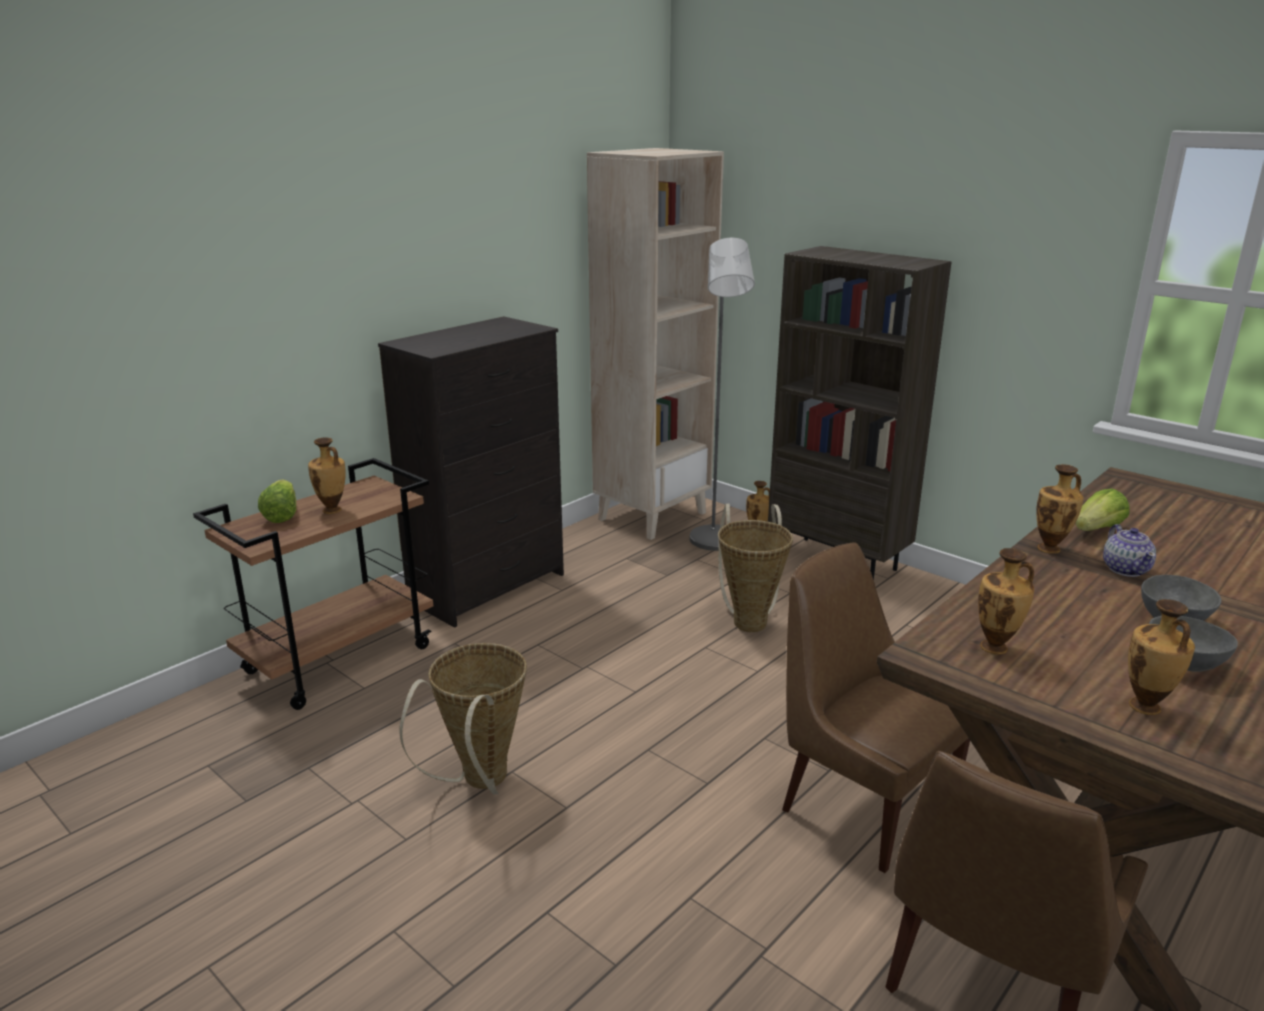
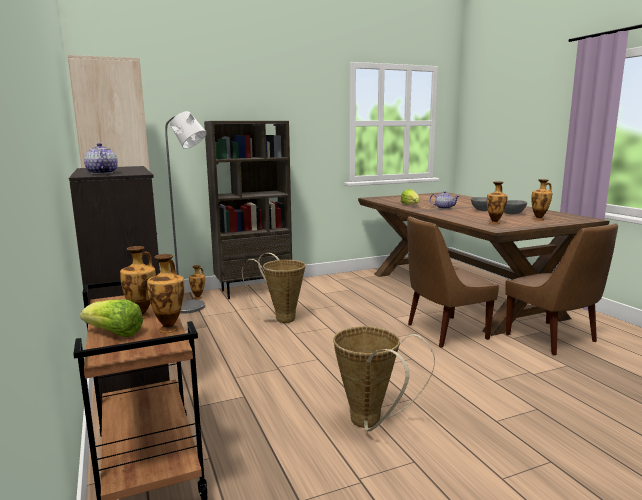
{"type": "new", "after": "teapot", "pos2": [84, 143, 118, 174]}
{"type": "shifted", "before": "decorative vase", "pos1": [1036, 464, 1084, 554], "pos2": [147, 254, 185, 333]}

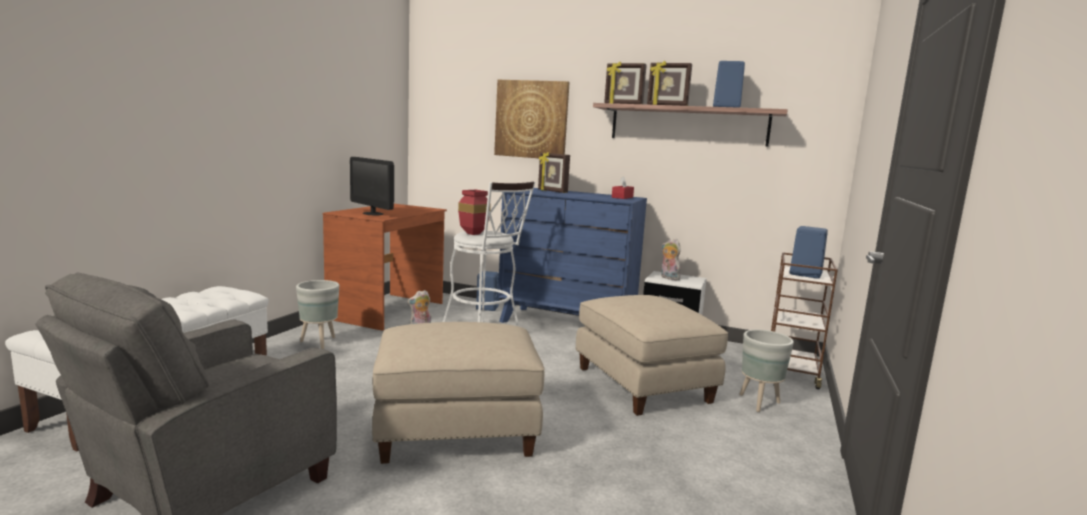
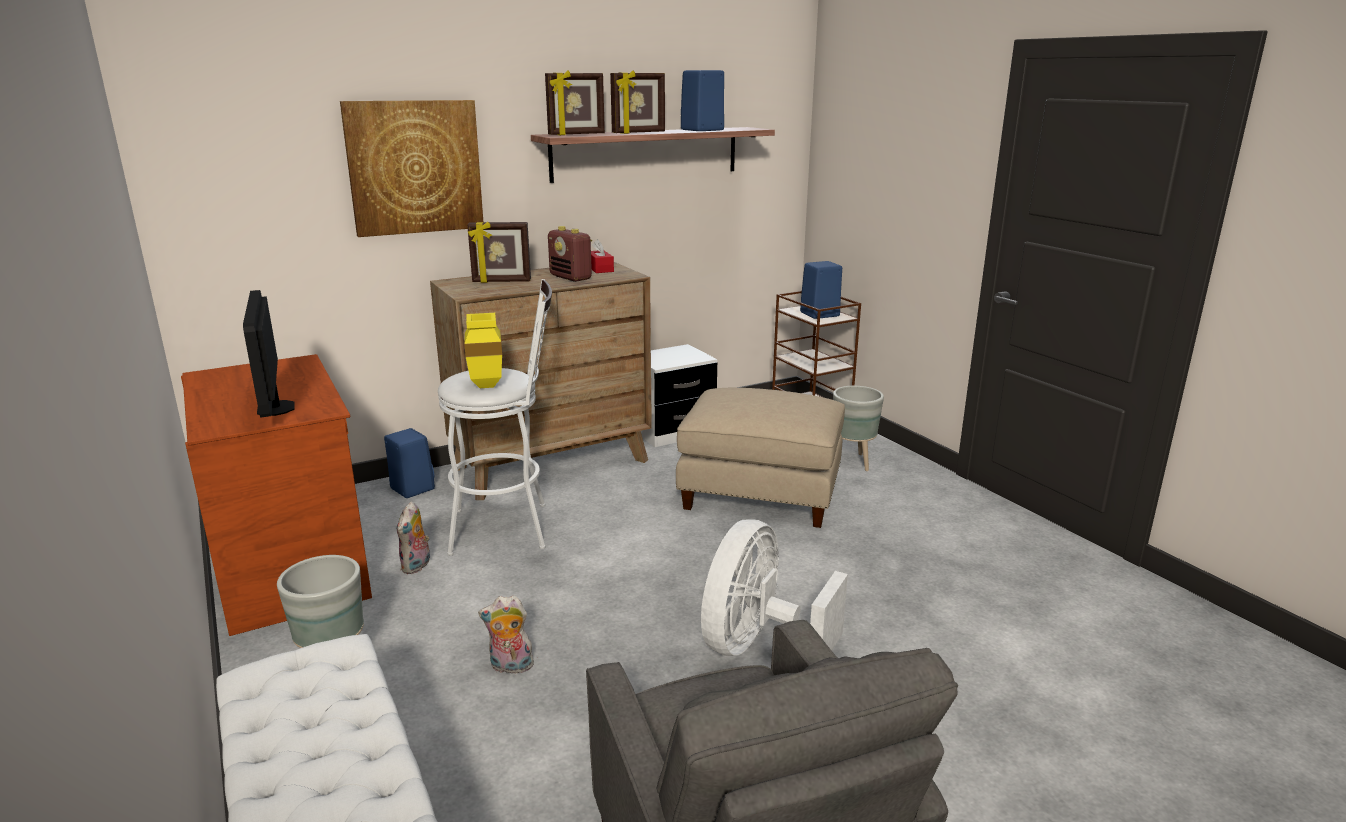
{"type": "new", "after": "radio", "pos2": [548, 226, 592, 282]}
{"type": "shifted", "before": "soft toy", "pos1": [661, 238, 681, 280], "pos2": [478, 595, 536, 674]}
{"type": "swapped", "before": "pouffe/beige-coloured", "after": "cooling fan/whitish", "pos1": [372, 322, 545, 464], "pos2": [701, 519, 848, 656]}
{"type": "repainted", "before": "decorative vase/red", "after": "decorative vase/yellowish", "pos1": [458, 190, 491, 235], "pos2": [464, 313, 502, 388]}
{"type": "repainted", "before": "chest of drawers/bluish", "after": "chest of drawers/brown", "pos1": [498, 188, 647, 323], "pos2": [430, 262, 652, 500]}
{"type": "rotated", "before": "computer display", "pos1": [350, 157, 394, 215], "pos2": [243, 290, 294, 418], "turn": 75}

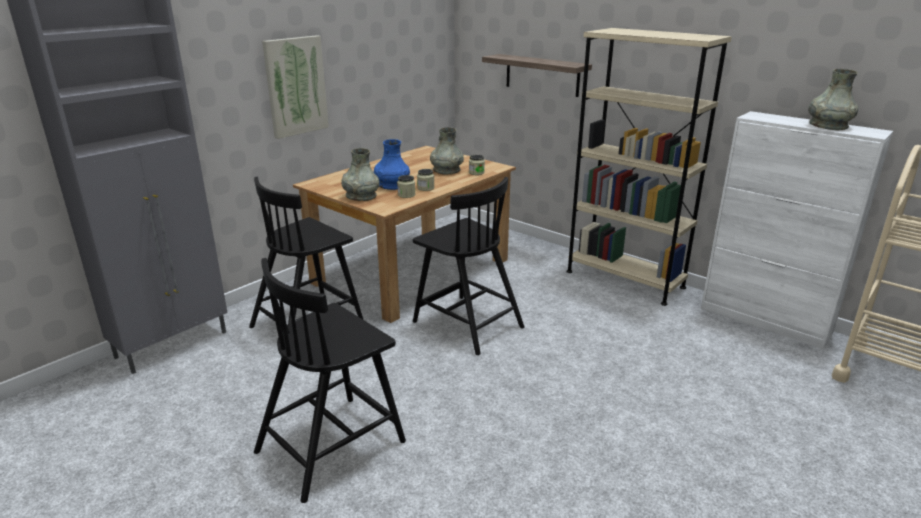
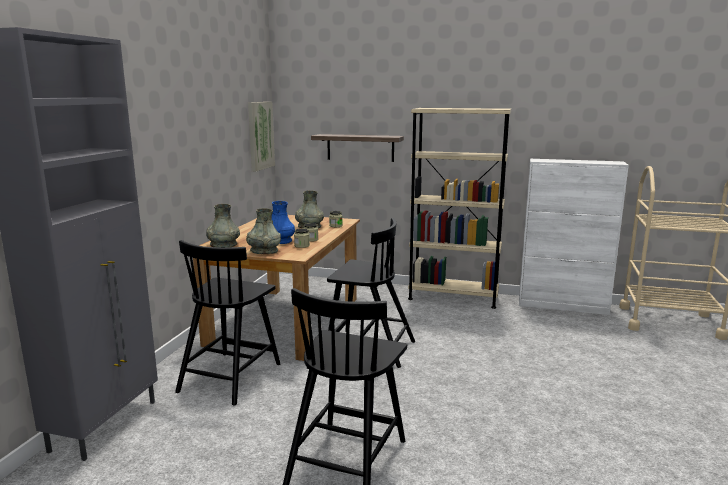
{"type": "shifted", "before": "wall art", "pos1": [262, 35, 329, 139], "pos2": [248, 102, 275, 172]}
{"type": "shifted", "before": "decorative vase/gray", "pos1": [808, 69, 858, 130], "pos2": [206, 204, 240, 248]}

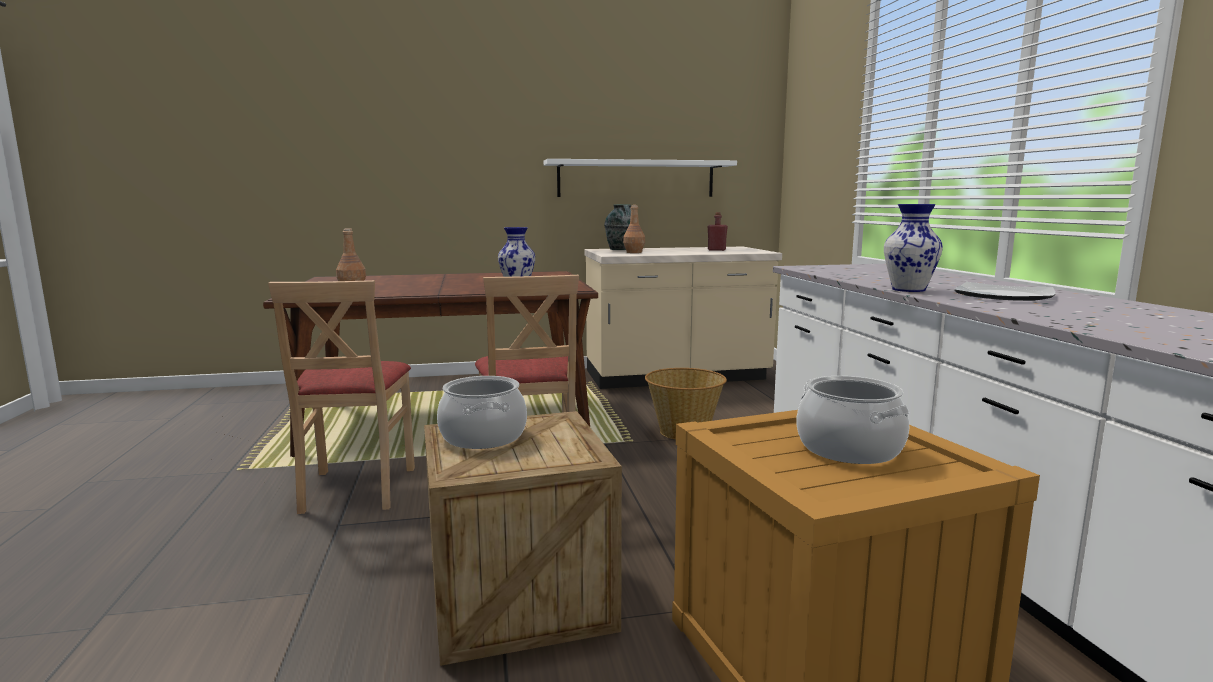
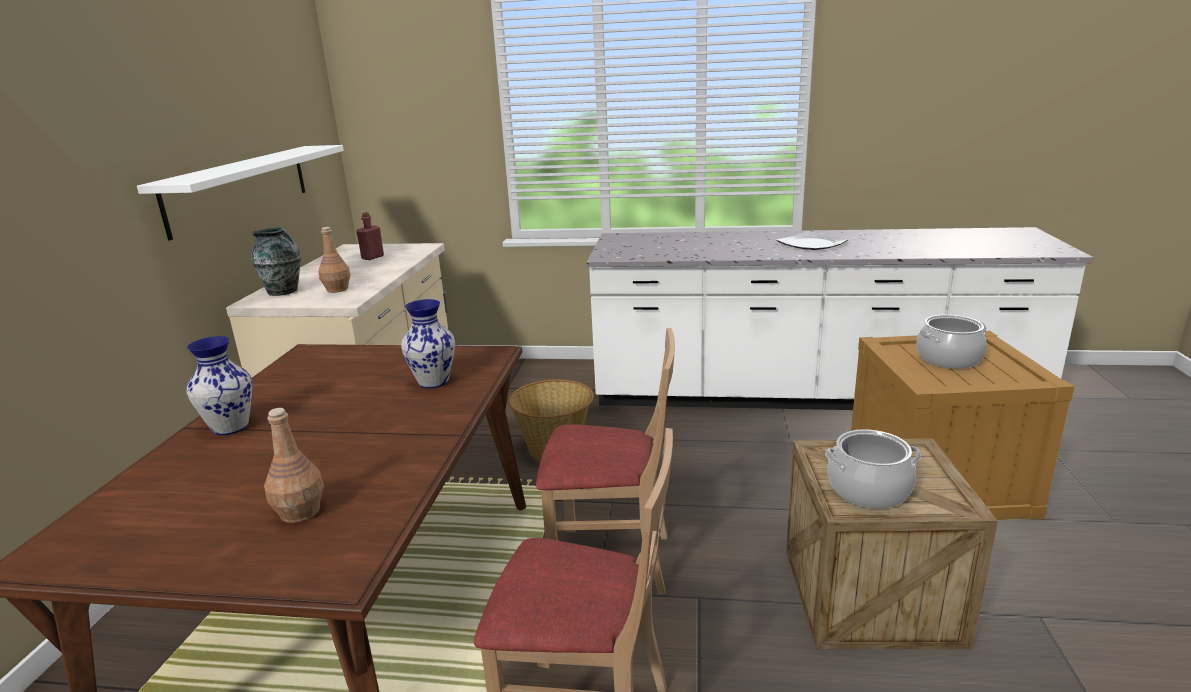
{"type": "shifted", "before": "decorative vase", "pos1": [884, 204, 943, 292], "pos2": [187, 336, 252, 435]}

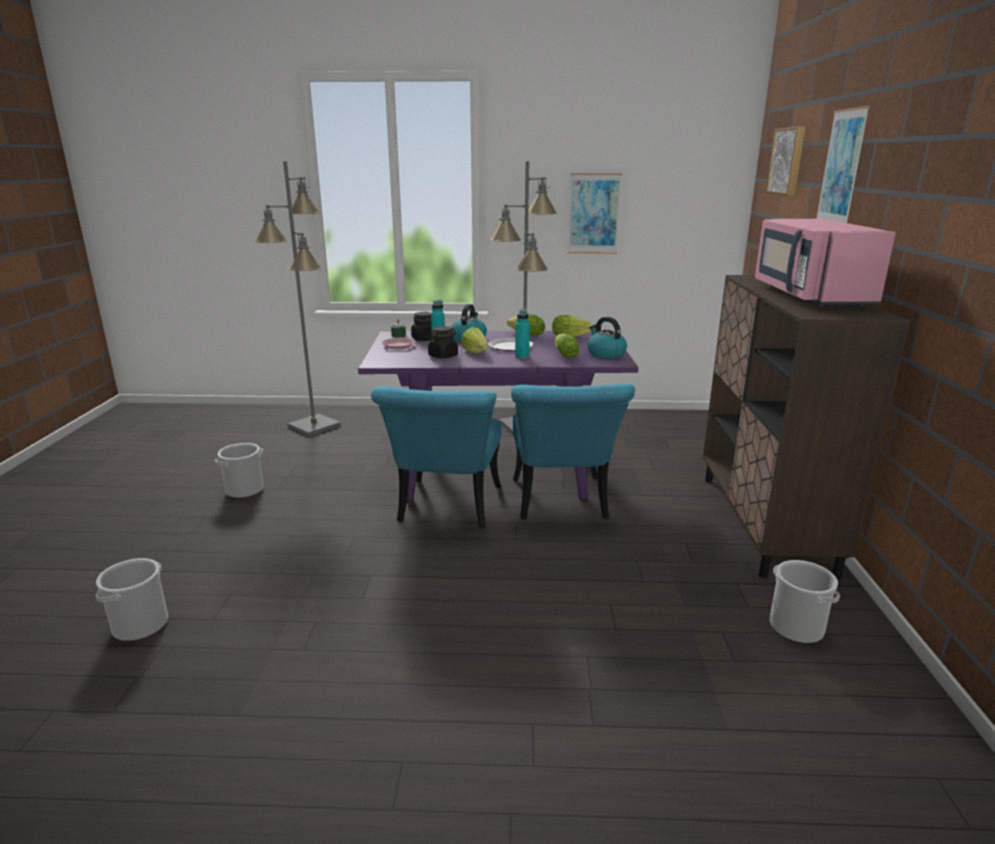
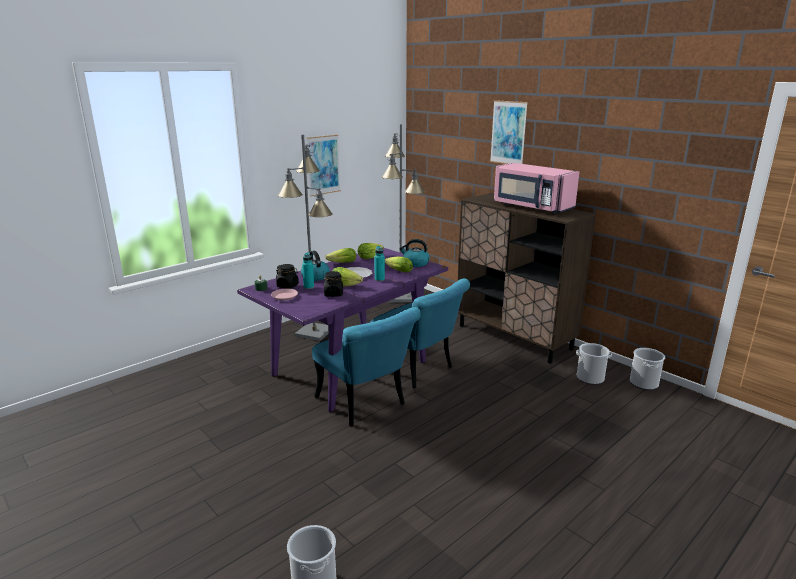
{"type": "gone", "before": "wall art", "pos1": [766, 126, 806, 196]}
{"type": "shifted", "before": "water bucket", "pos1": [215, 443, 264, 498], "pos2": [630, 348, 665, 390]}
{"type": "shifted", "before": "floor lamp/gray", "pos1": [255, 161, 341, 437], "pos2": [382, 124, 425, 303]}

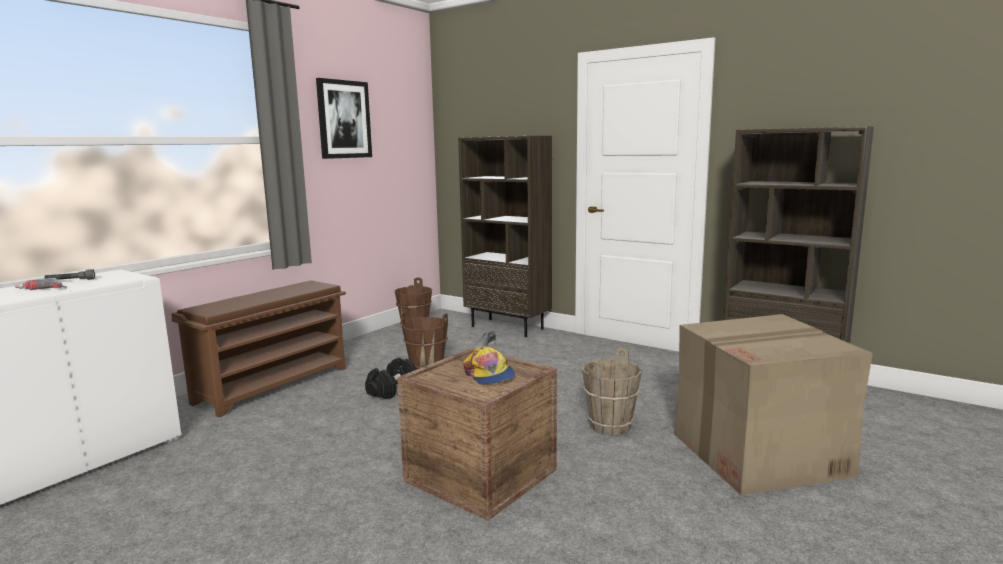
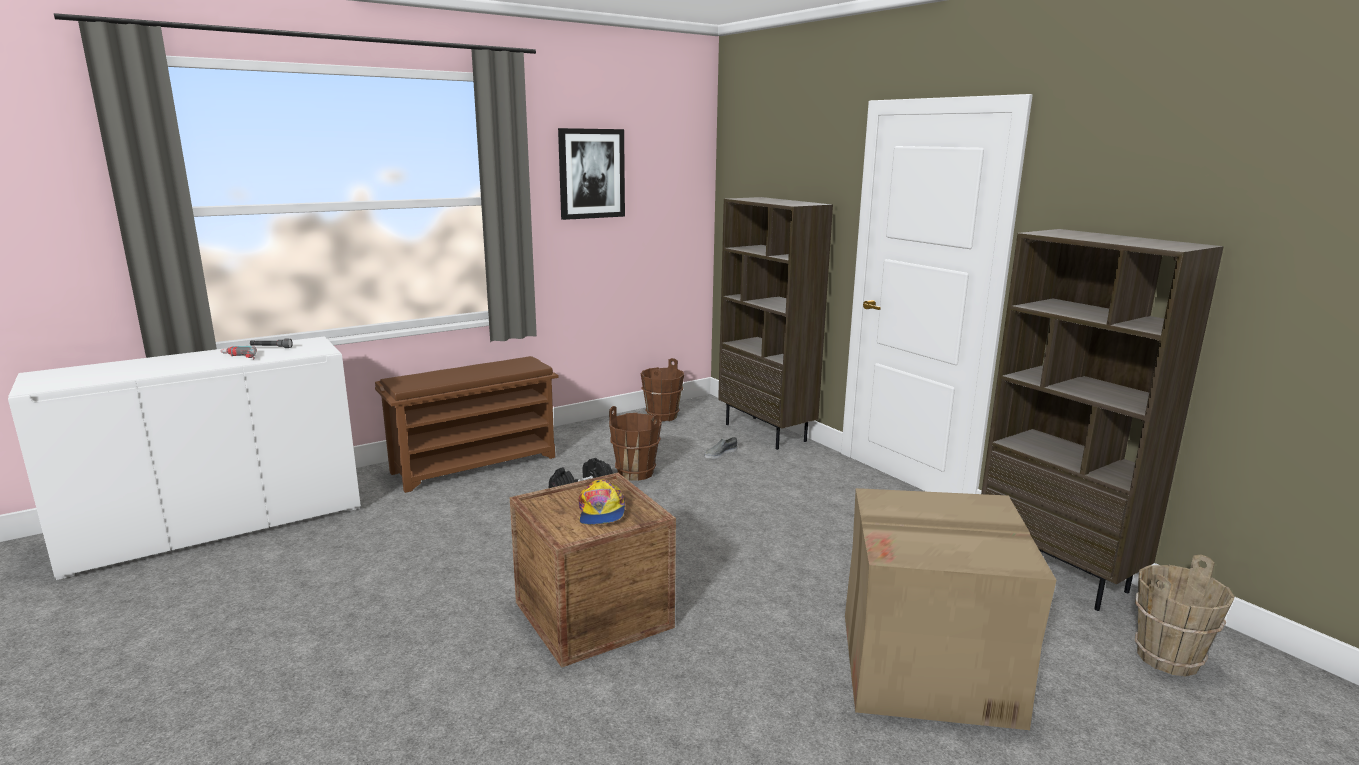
{"type": "shifted", "before": "water bucket/brown", "pos1": [582, 347, 642, 435], "pos2": [1135, 555, 1235, 676]}

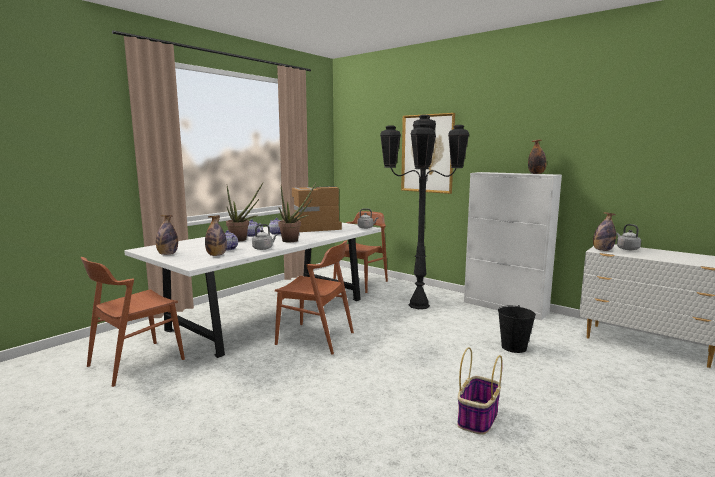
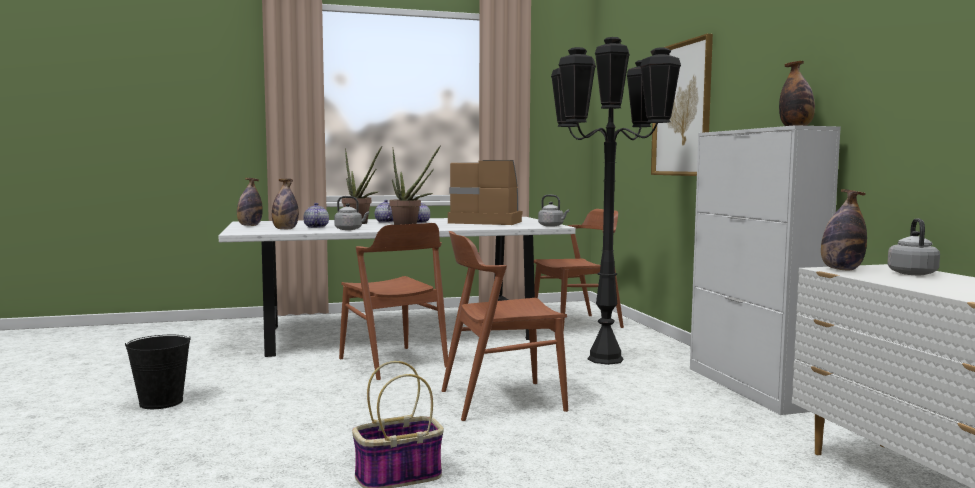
{"type": "shifted", "before": "plain chair/brown", "pos1": [81, 257, 185, 387], "pos2": [442, 231, 568, 421]}
{"type": "shifted", "before": "water bucket/black-coloured", "pos1": [498, 305, 536, 353], "pos2": [125, 335, 191, 409]}

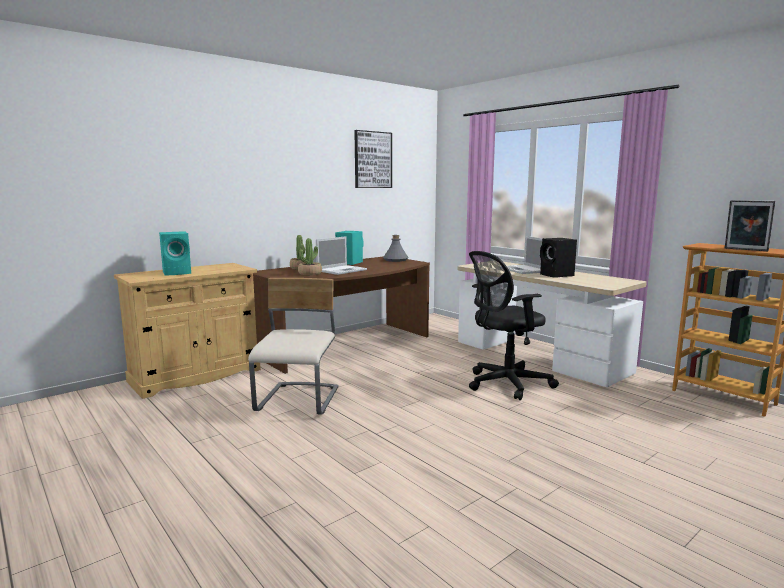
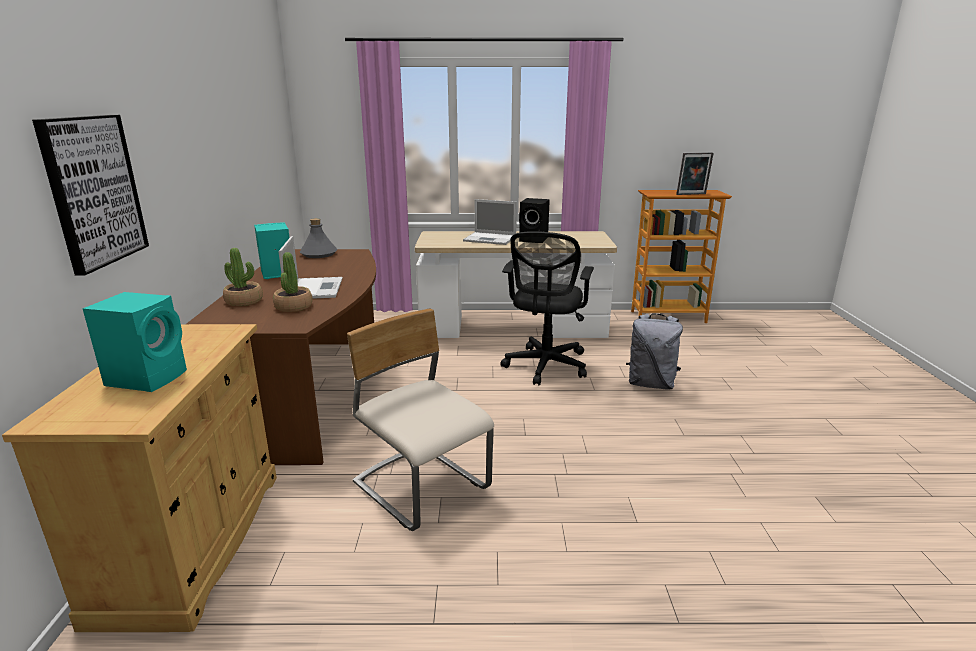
{"type": "new", "after": "rucksack/gray", "pos2": [626, 314, 683, 390]}
{"type": "shifted", "before": "wall art", "pos1": [354, 130, 392, 188], "pos2": [32, 115, 149, 276]}

